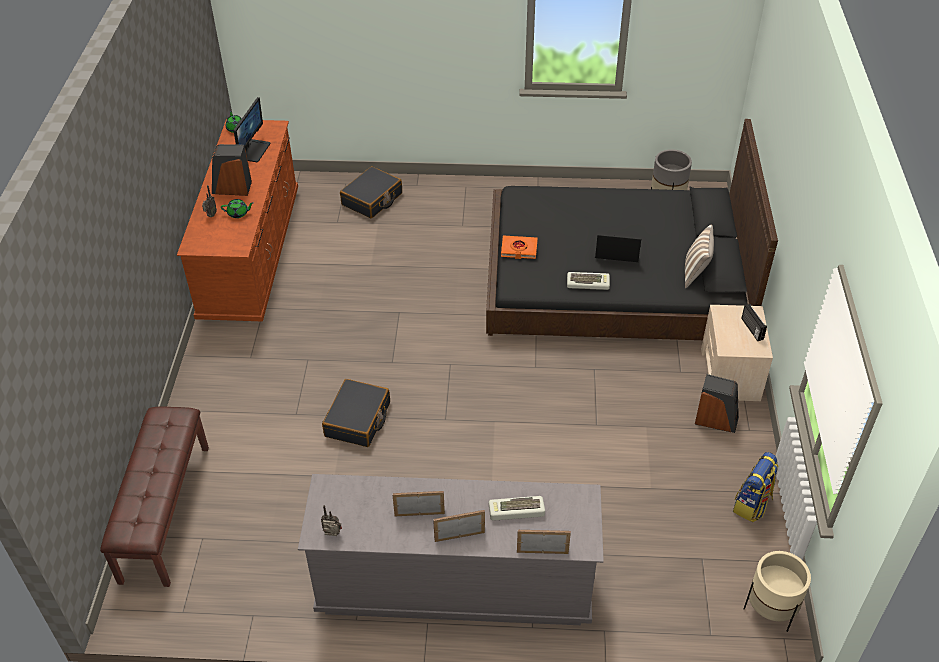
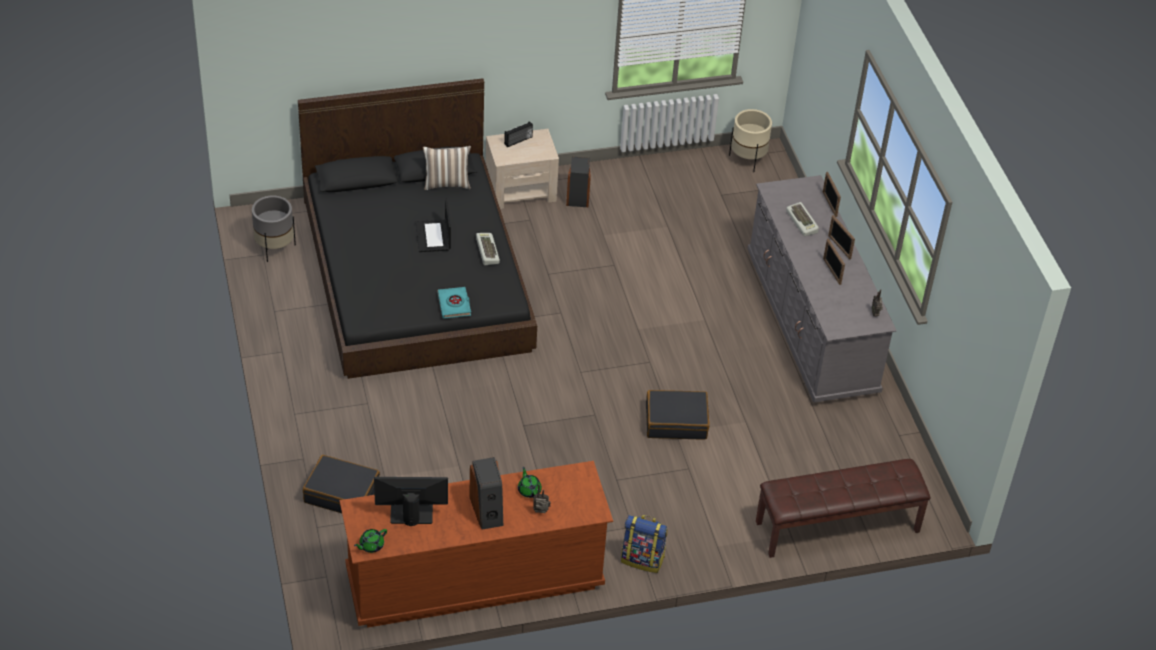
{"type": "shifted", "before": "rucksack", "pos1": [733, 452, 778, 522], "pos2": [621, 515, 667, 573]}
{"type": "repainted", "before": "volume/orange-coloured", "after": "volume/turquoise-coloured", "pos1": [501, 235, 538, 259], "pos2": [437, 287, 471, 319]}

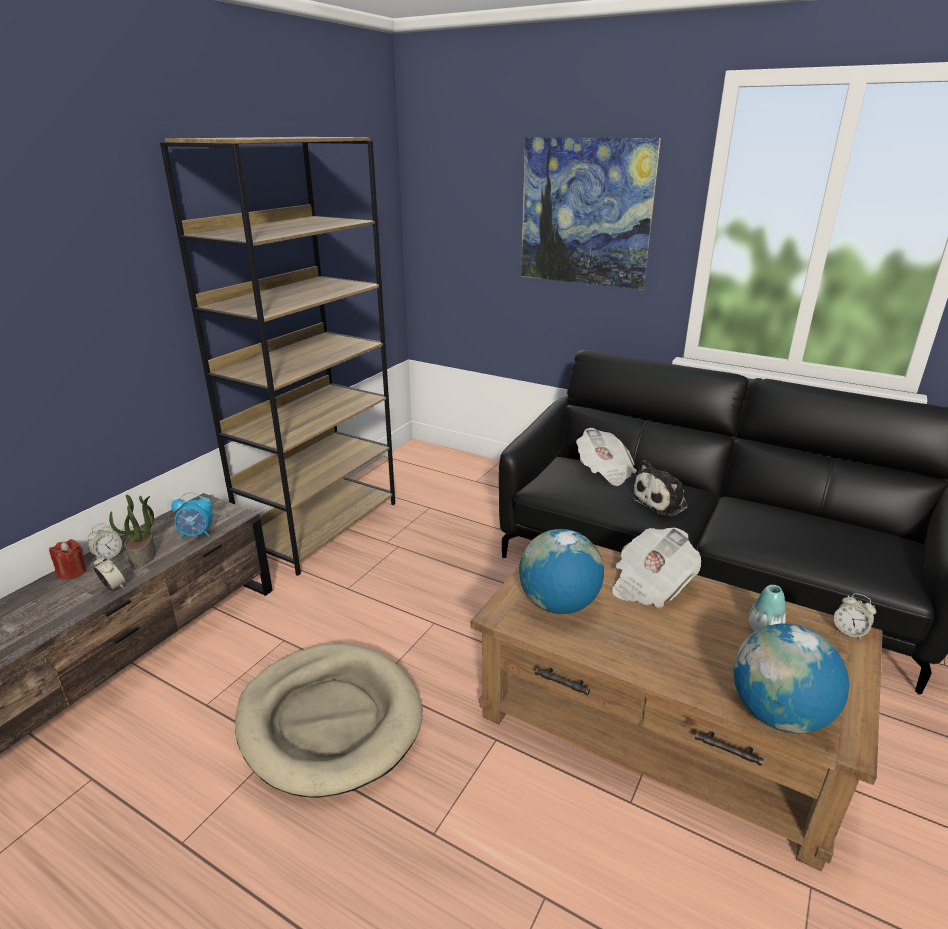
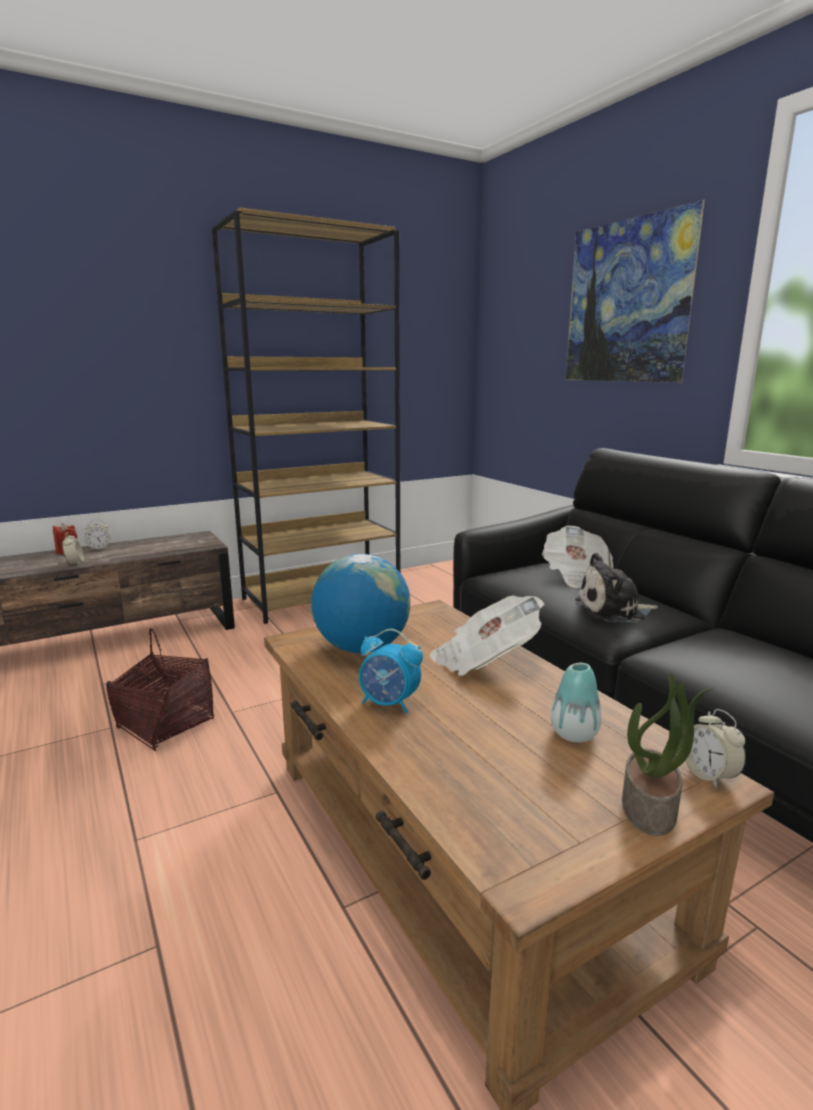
{"type": "gone", "before": "globe", "pos1": [733, 624, 849, 734]}
{"type": "shifted", "before": "potted plant", "pos1": [109, 495, 156, 567], "pos2": [622, 673, 714, 836]}
{"type": "shifted", "before": "table clock", "pos1": [171, 492, 213, 539], "pos2": [359, 629, 423, 713]}
{"type": "swapped", "before": "dog bed/beige-coloured", "after": "storage basket", "pos1": [235, 643, 423, 798], "pos2": [106, 628, 214, 751]}

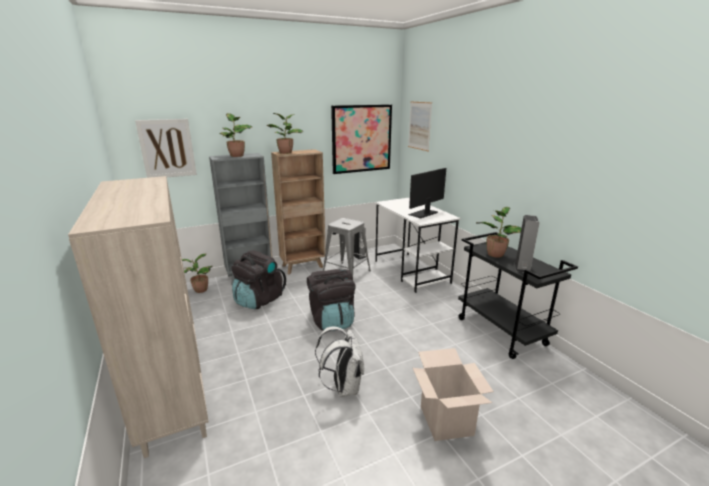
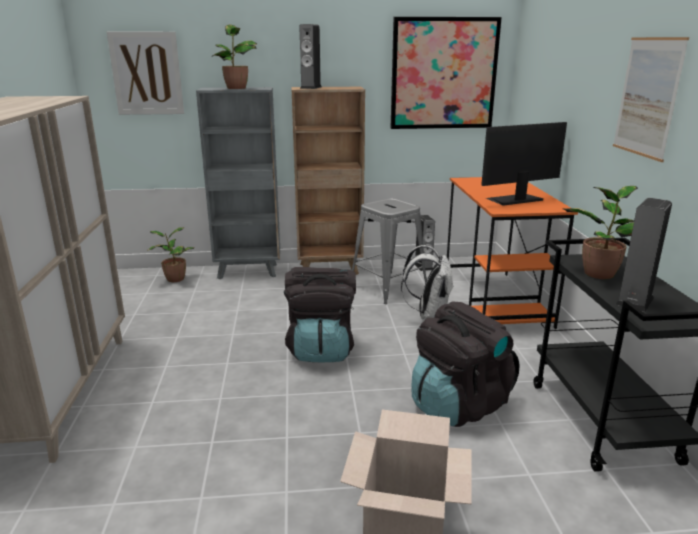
{"type": "shifted", "before": "rucksack/black-coloured", "pos1": [232, 250, 286, 309], "pos2": [412, 301, 520, 427]}
{"type": "shifted", "before": "rucksack/whitish", "pos1": [315, 326, 364, 397], "pos2": [401, 245, 454, 320]}
{"type": "shifted", "before": "wall art", "pos1": [408, 101, 432, 151], "pos2": [613, 37, 689, 162]}
{"type": "swapped", "before": "potted plant", "after": "loudspeaker", "pos1": [267, 113, 303, 154], "pos2": [299, 24, 322, 89]}
{"type": "repainted", "before": "desk/whitish", "after": "desk/orange-coloured", "pos1": [375, 197, 461, 293], "pos2": [447, 177, 578, 329]}

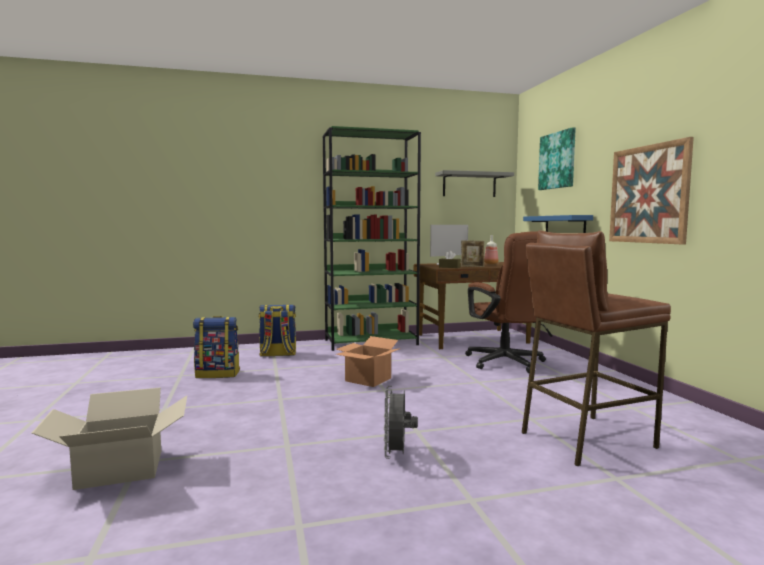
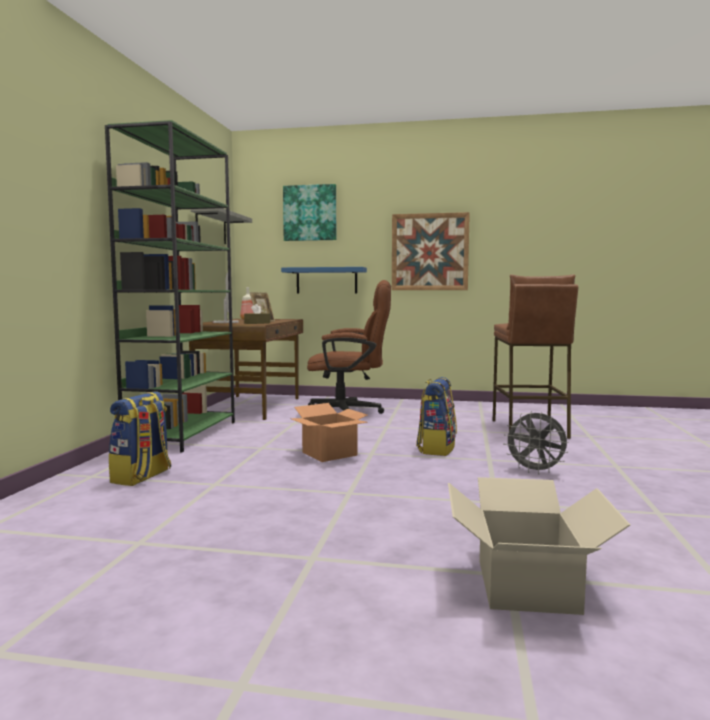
{"type": "shifted", "before": "rucksack", "pos1": [193, 316, 240, 378], "pos2": [416, 377, 457, 456]}

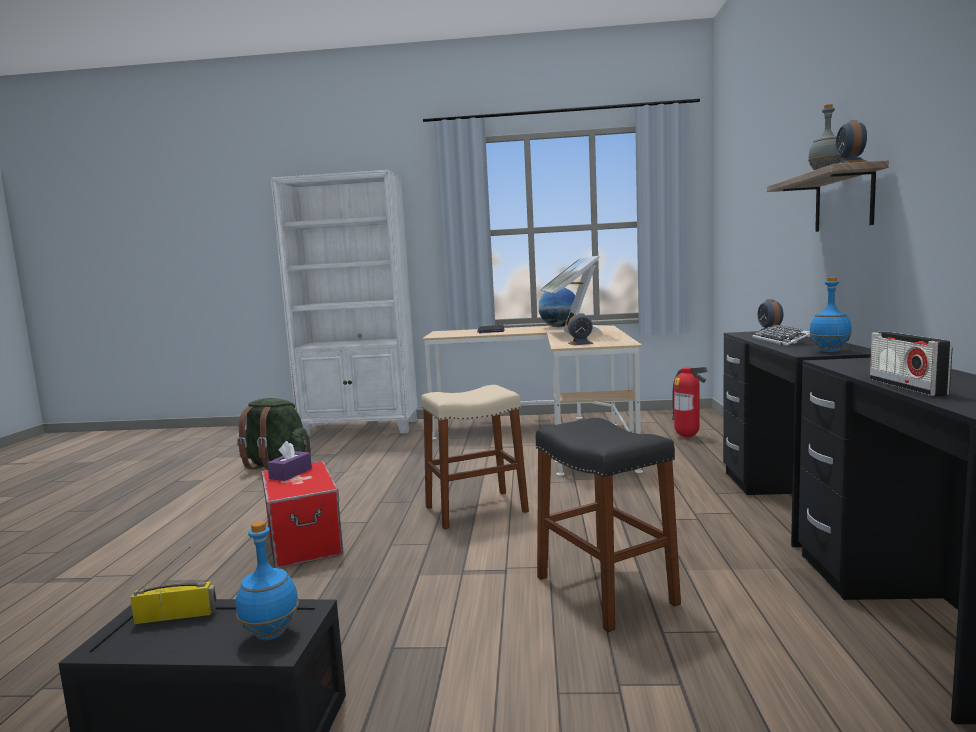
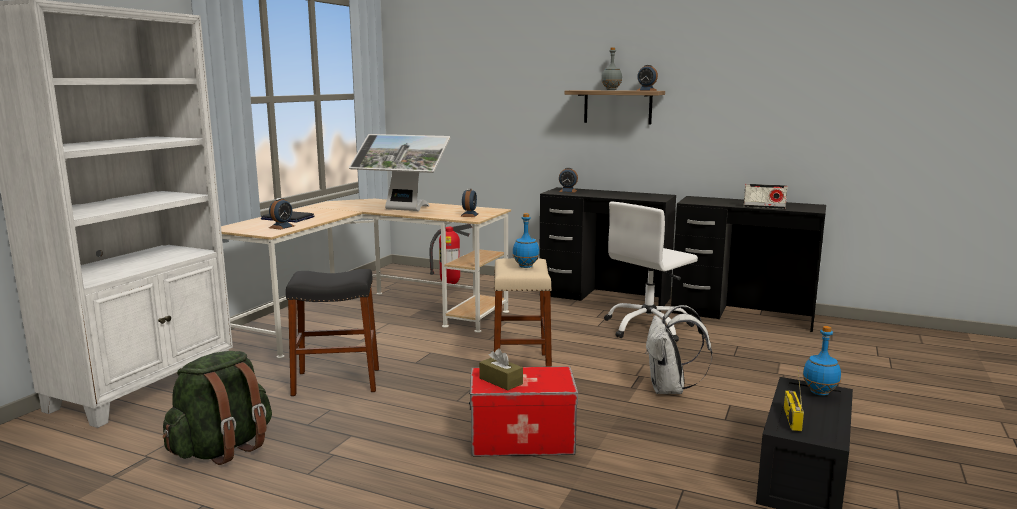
{"type": "gone", "before": "globe", "pos1": [539, 288, 575, 327]}
{"type": "gone", "before": "PC keyboard", "pos1": [752, 325, 811, 346]}
{"type": "new", "after": "table clock", "pos2": [269, 198, 295, 230]}
{"type": "new", "after": "office chair/whitish", "pos2": [604, 202, 698, 342]}
{"type": "new", "after": "rucksack/whitish", "pos2": [646, 305, 713, 394]}
{"type": "shifted", "before": "stool/black-coloured", "pos1": [536, 418, 681, 632], "pos2": [286, 269, 379, 396]}
{"type": "shifted", "before": "bottle/bluish", "pos1": [809, 277, 852, 352], "pos2": [512, 213, 540, 268]}
{"type": "repainted", "before": "tissue box/purplish", "after": "tissue box/brown", "pos1": [267, 441, 312, 481], "pos2": [479, 348, 523, 390]}

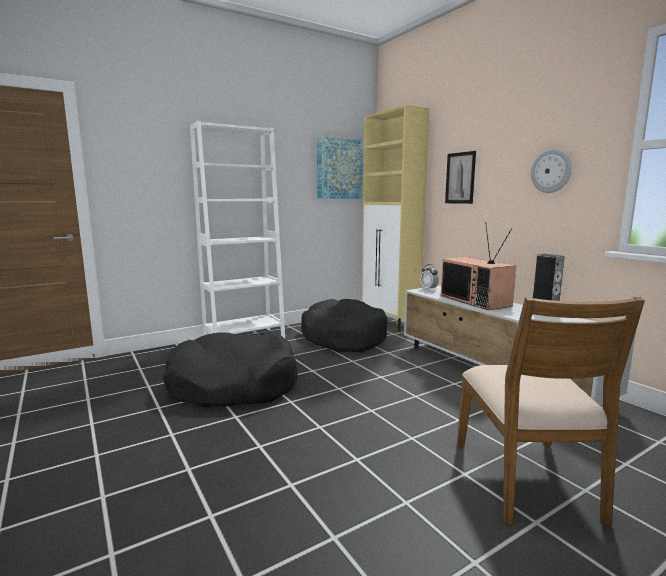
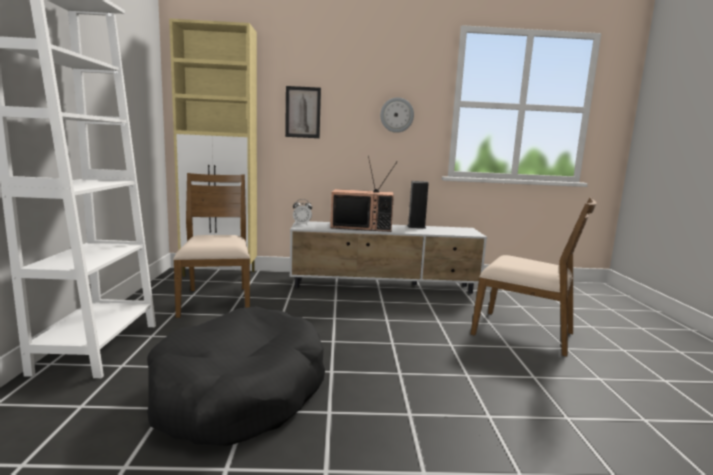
{"type": "gone", "before": "wall art", "pos1": [317, 136, 364, 199]}
{"type": "swapped", "before": "dog bed/black-coloured", "after": "plain chair/brown", "pos1": [301, 299, 388, 353], "pos2": [173, 173, 250, 318]}

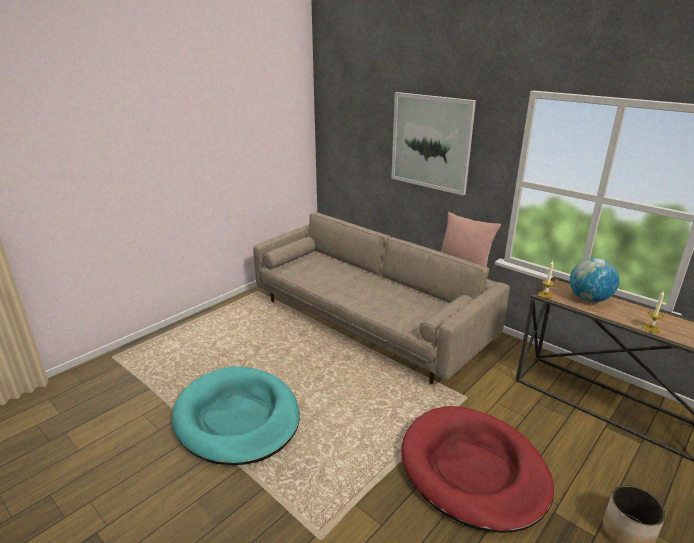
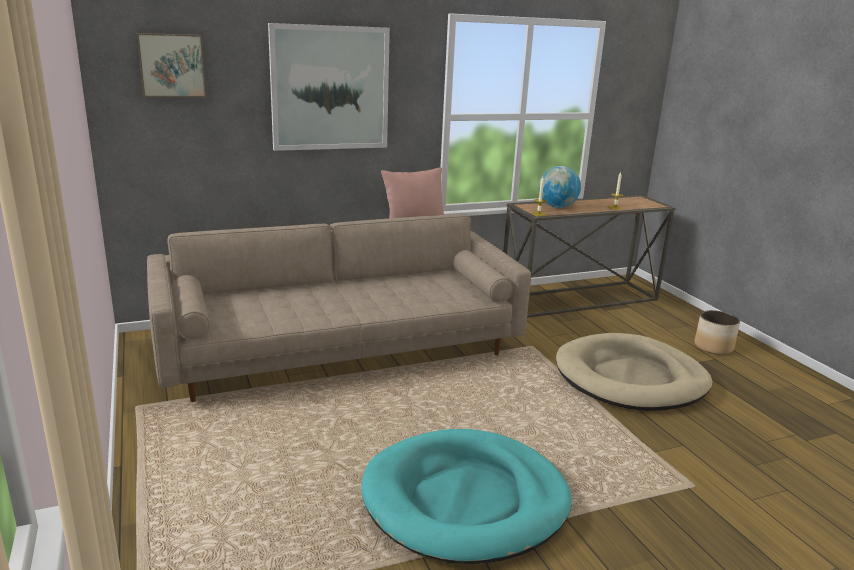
{"type": "new", "after": "wall art", "pos2": [137, 33, 206, 97]}
{"type": "repainted", "before": "dog bed/red", "after": "dog bed/beige-coloured", "pos1": [401, 406, 554, 533], "pos2": [556, 333, 712, 411]}

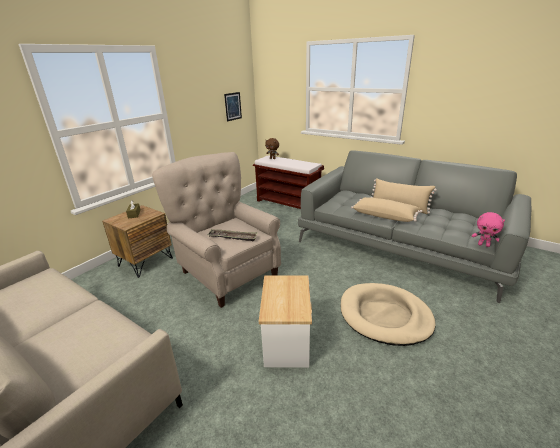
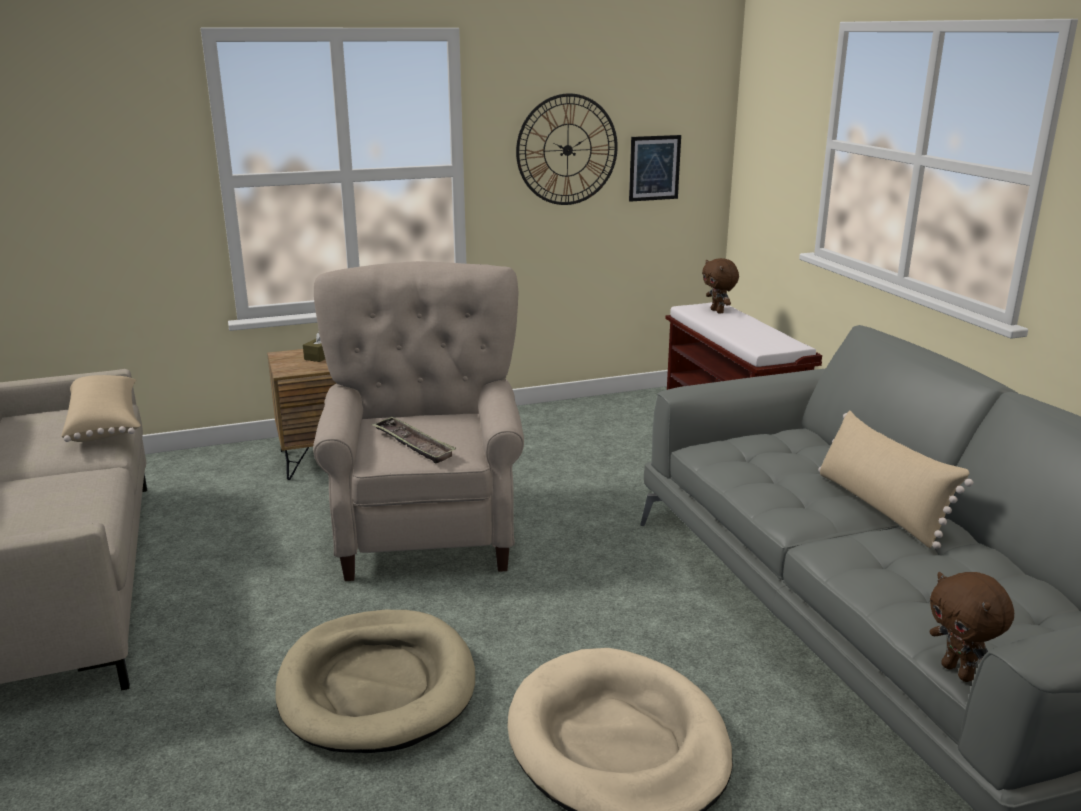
{"type": "new", "after": "hanging clock", "pos2": [516, 93, 618, 205]}
{"type": "shifted", "before": "pillow/beige-coloured", "pos1": [351, 197, 422, 222], "pos2": [61, 375, 141, 442]}
{"type": "swapped", "before": "side table", "after": "dog bed/beige-coloured", "pos1": [259, 275, 312, 368], "pos2": [275, 610, 475, 753]}
{"type": "repainted", "before": "soft toy/pink-coloured", "after": "soft toy/brown", "pos1": [472, 212, 505, 247], "pos2": [930, 572, 1014, 682]}

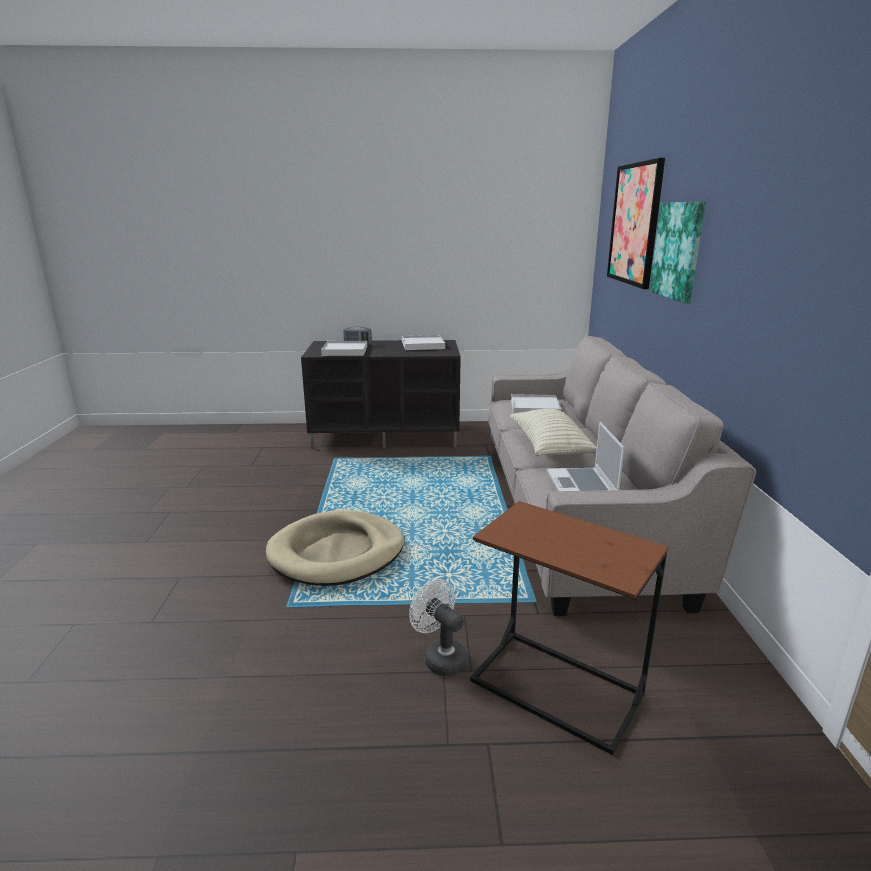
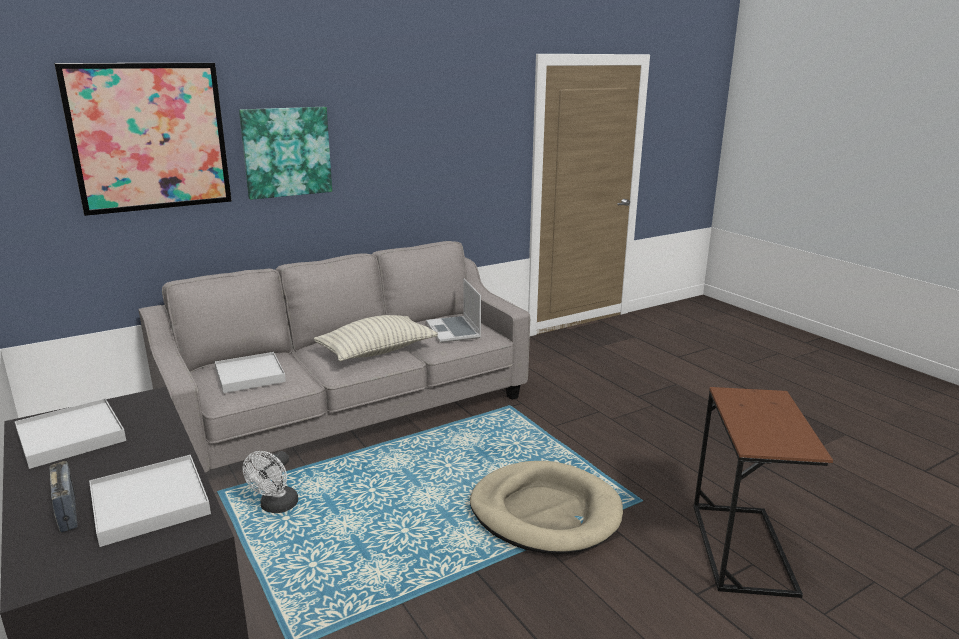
{"type": "shifted", "before": "cooling fan/whitish", "pos1": [409, 579, 468, 676], "pos2": [243, 451, 298, 513]}
{"type": "shifted", "before": "side table/brown", "pos1": [470, 501, 668, 755], "pos2": [693, 387, 833, 598]}
{"type": "rotated", "before": "portable computer", "pos1": [547, 422, 625, 491], "pos2": [426, 279, 481, 343], "turn": 105}

